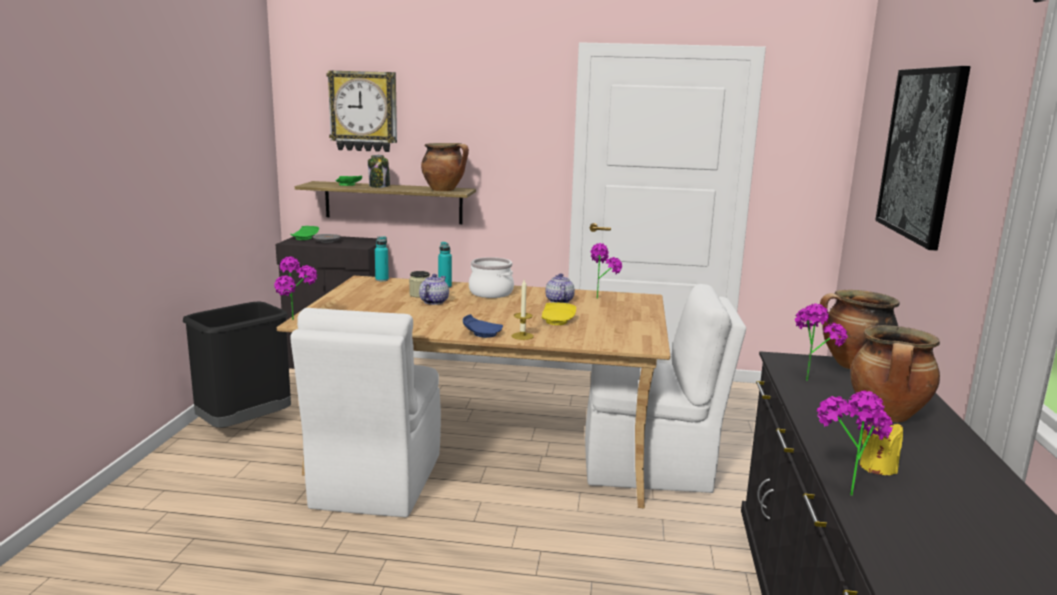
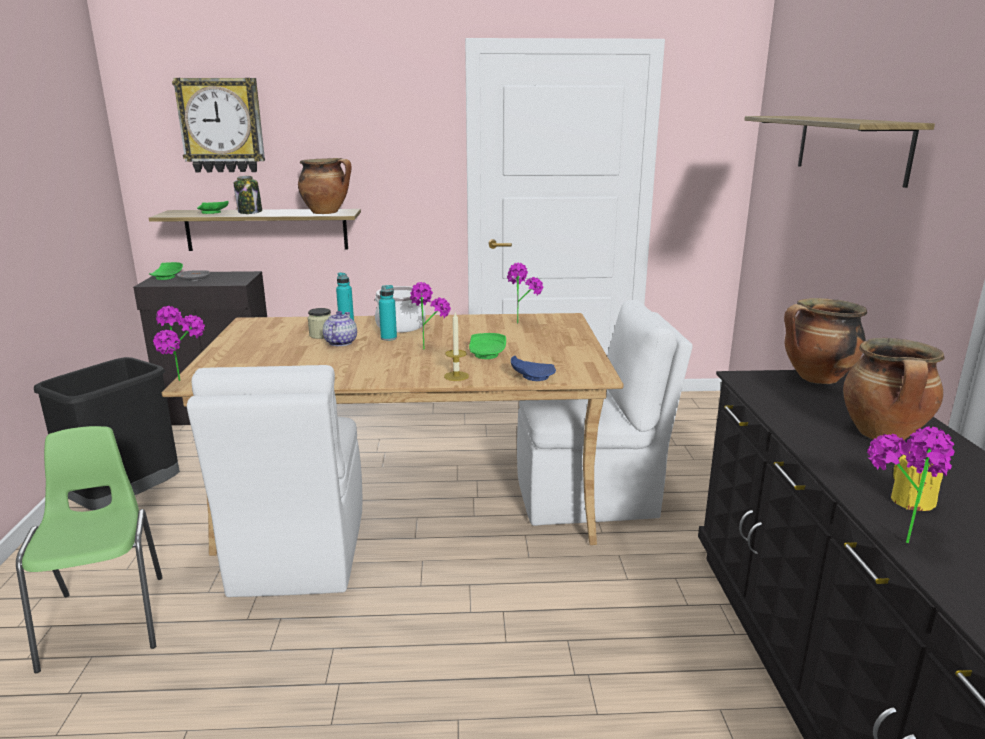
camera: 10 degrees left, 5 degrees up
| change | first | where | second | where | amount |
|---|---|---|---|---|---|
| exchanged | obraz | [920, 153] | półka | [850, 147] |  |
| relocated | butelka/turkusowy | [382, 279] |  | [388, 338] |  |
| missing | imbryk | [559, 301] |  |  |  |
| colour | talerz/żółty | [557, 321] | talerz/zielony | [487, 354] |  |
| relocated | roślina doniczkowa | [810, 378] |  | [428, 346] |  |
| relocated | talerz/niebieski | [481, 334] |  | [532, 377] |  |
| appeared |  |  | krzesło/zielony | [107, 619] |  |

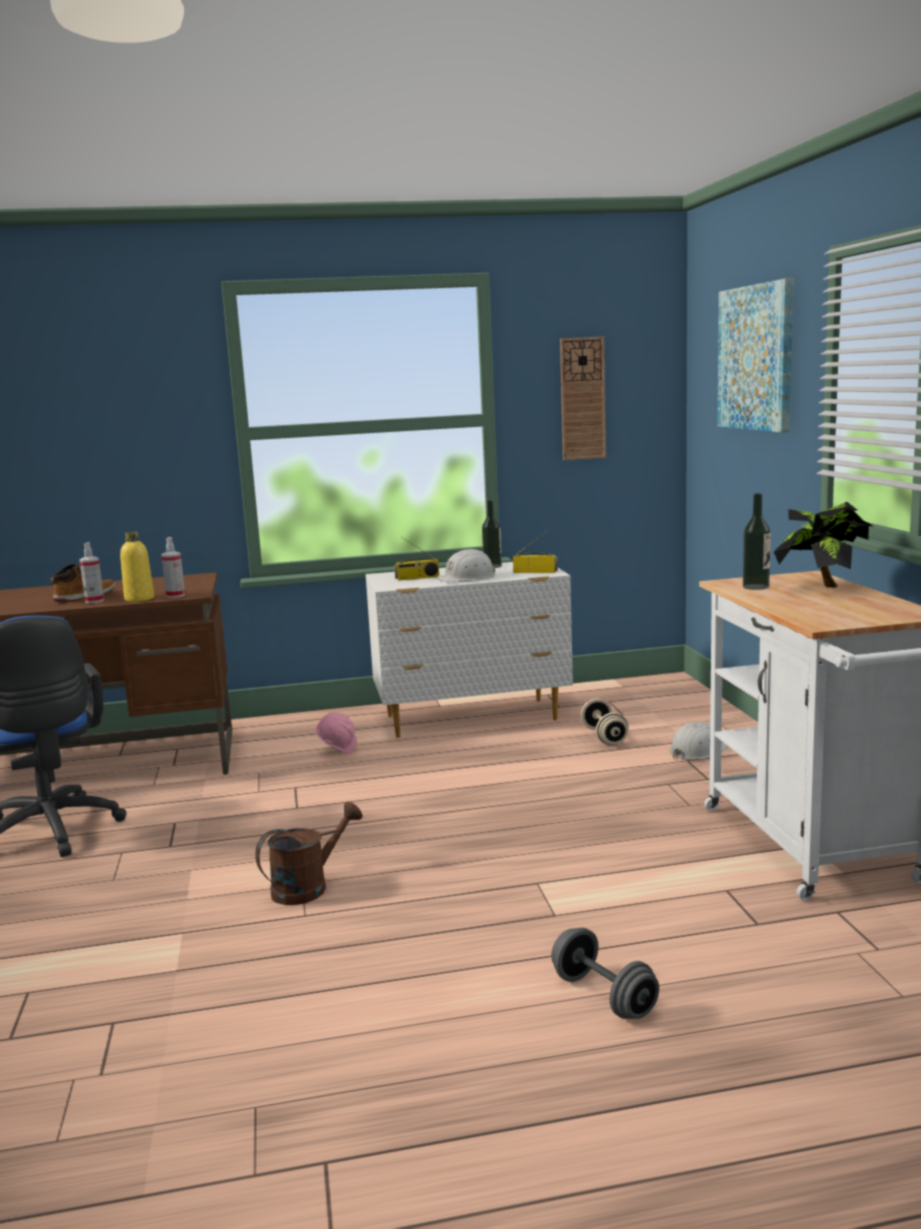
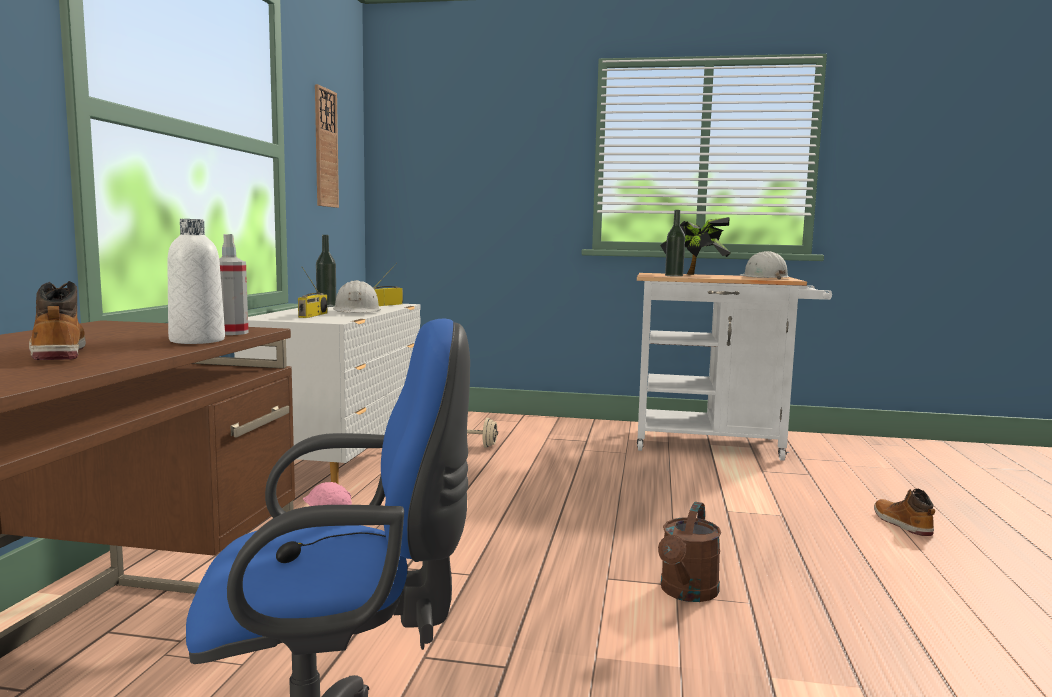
camera: 70 degrees left, 5 degrees down
| change | first | where | second | where | amount |
|---|---|---|---|---|---|
| missing | obraz | [756, 358] |  |  |  |
| colour | butelka/żółty | [139, 599] | butelka/biały | [197, 340] |  |
| missing | spryskiwacz | [94, 601] |  |  |  |
| relocated | kask/biały | [697, 751] |  | [763, 277] |  |
| spun | konewka/brązowy | [308, 887] |  | [686, 593] | 135 degrees counterclockwise |
| exchanged | hantel/szary | [604, 996] | but z cholewką | [901, 523] |  |

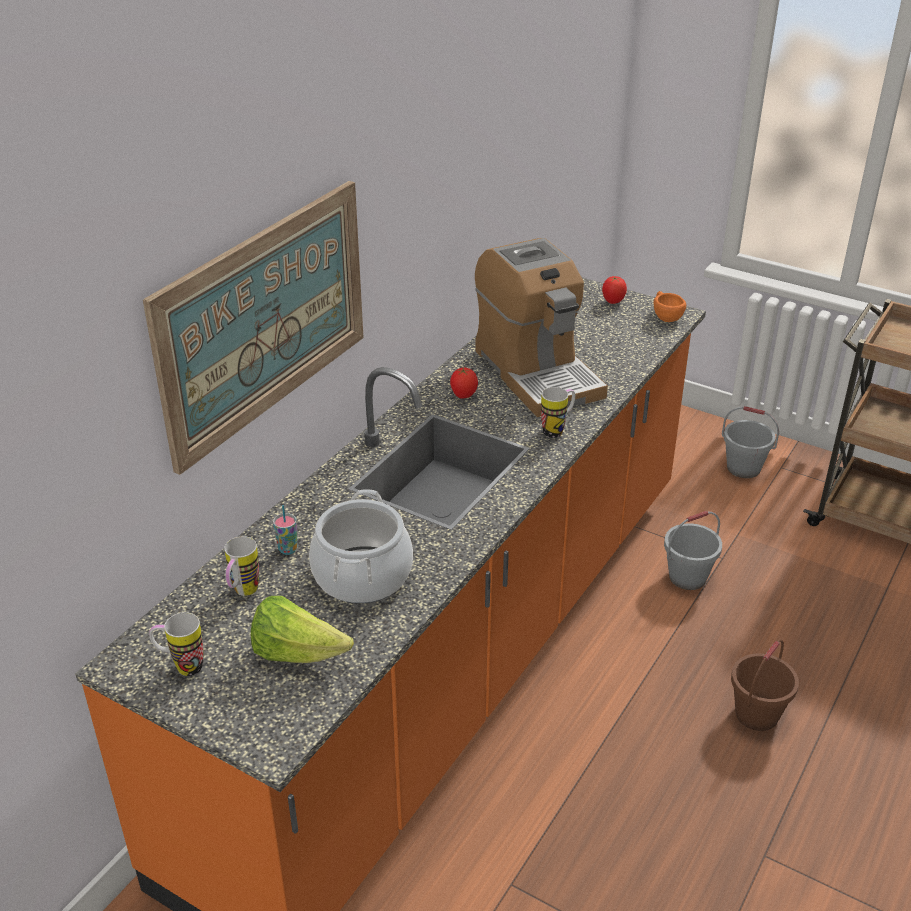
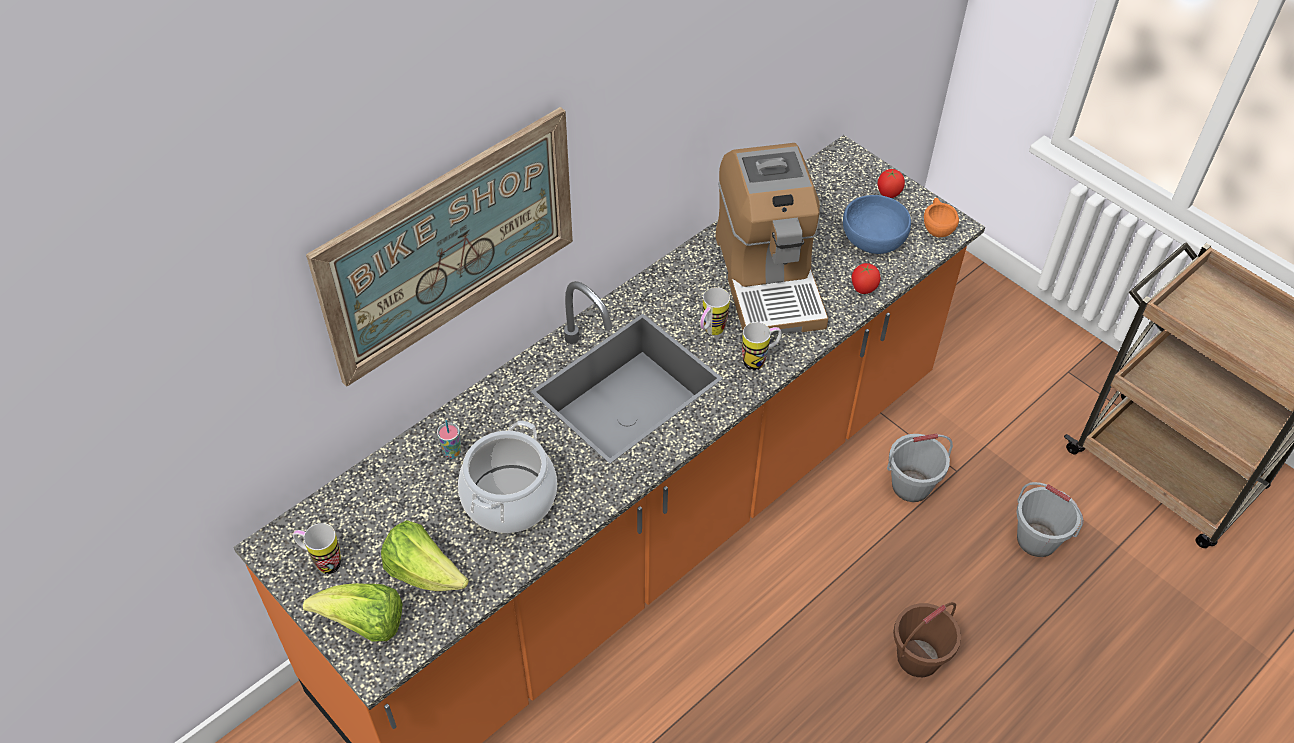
camera: 15 degrees right, 15 degrees up
| change | first | where | second | where | amount |
|---|---|---|---|---|---|
| relocated | pomidor | [463, 396] |  | [863, 289] |  |
| relocated | wiadro/szary | [743, 468] |  | [1037, 539] |  |
| relocated | kubek | [242, 593] |  | [710, 332] |  |
| appeared |  |  | miska/niebieski | [873, 240] |  |
| appeared |  |  | sałata | [364, 624] |  |

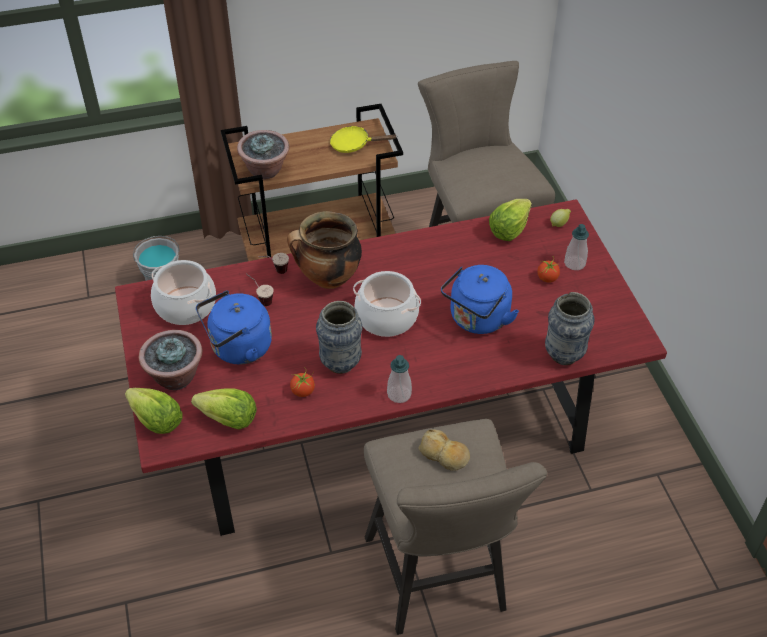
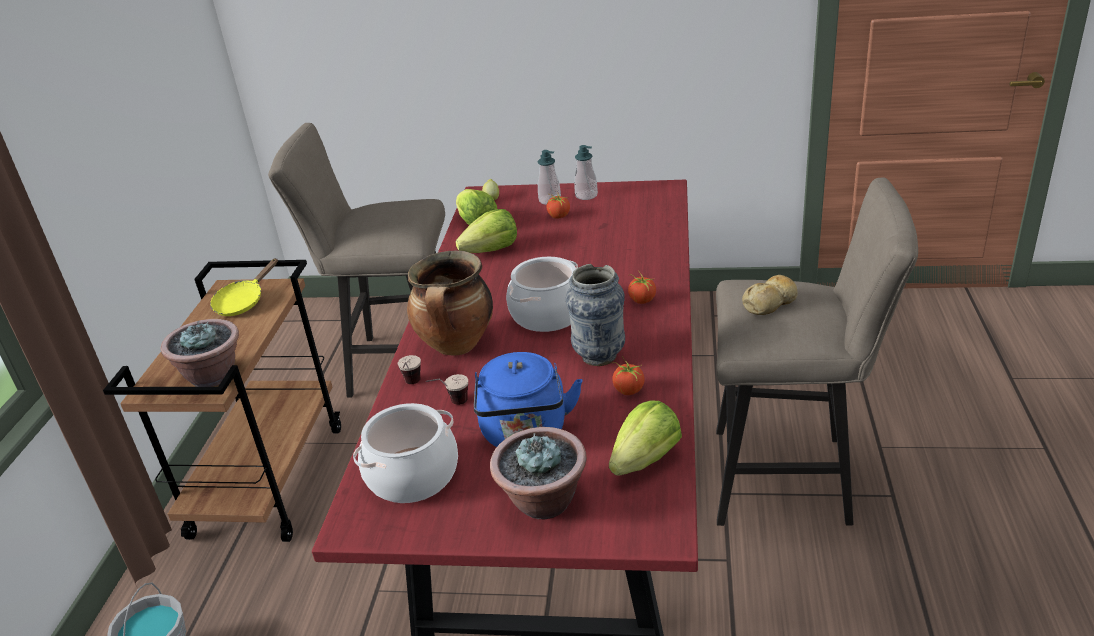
camera: 65 degrees left, 15 degrees down
| change | first | where | second | where | amount |
|---|---|---|---|---|---|
| missing | czajnik/niebieski | [477, 320] |  |  |  |
| missing | wazon | [564, 355] |  |  |  |
| relocated | dozownik mydła | [399, 394] |  | [586, 195] |  |
| relocated | sałata | [156, 421] |  | [492, 250] |  |
| appeared |  |  | pomidor | [642, 300] |  |

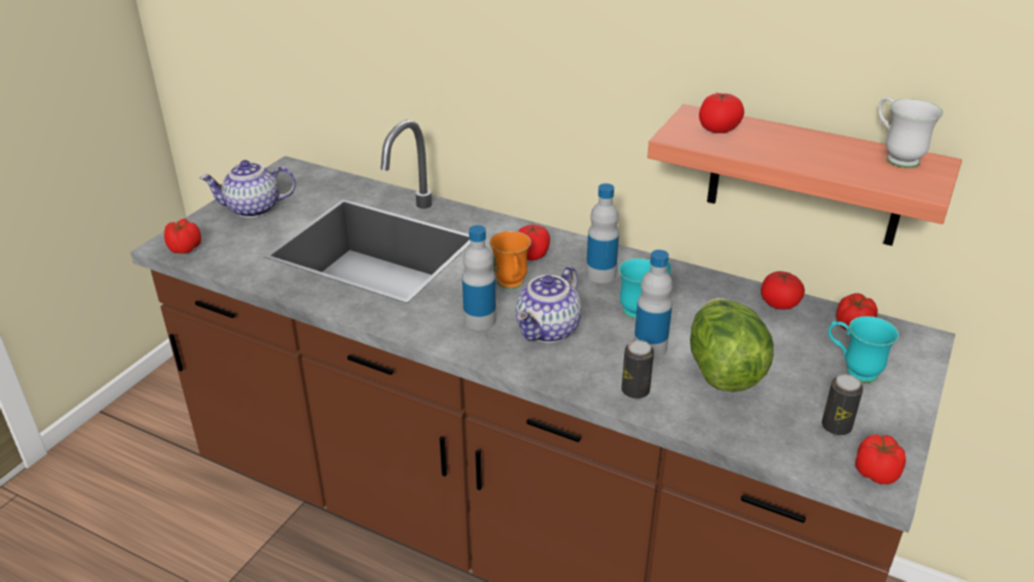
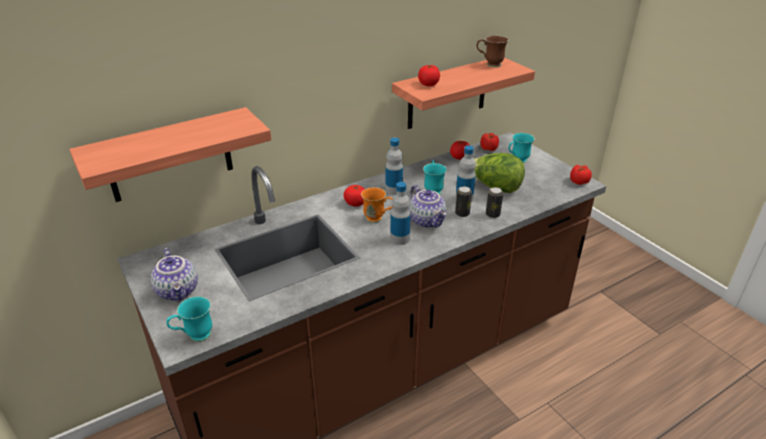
camera: 60 degrees left, 0 degrees up
| change | first | where | second | where | amount |
|---|---|---|---|---|---|
| colour | kubek/biały | [895, 157] | kubek/brązowy | [489, 64] |  |
| spun | imbryk | [253, 209] |  | [179, 291] | 45 degrees counterclockwise |
| exchanged | pomidor | [184, 248] | kubek/turkusowy | [194, 336] |  |
| relocated | puszka | [836, 426] |  | [462, 213] |  |
| appeared |  |  | półka | [170, 156] |  |

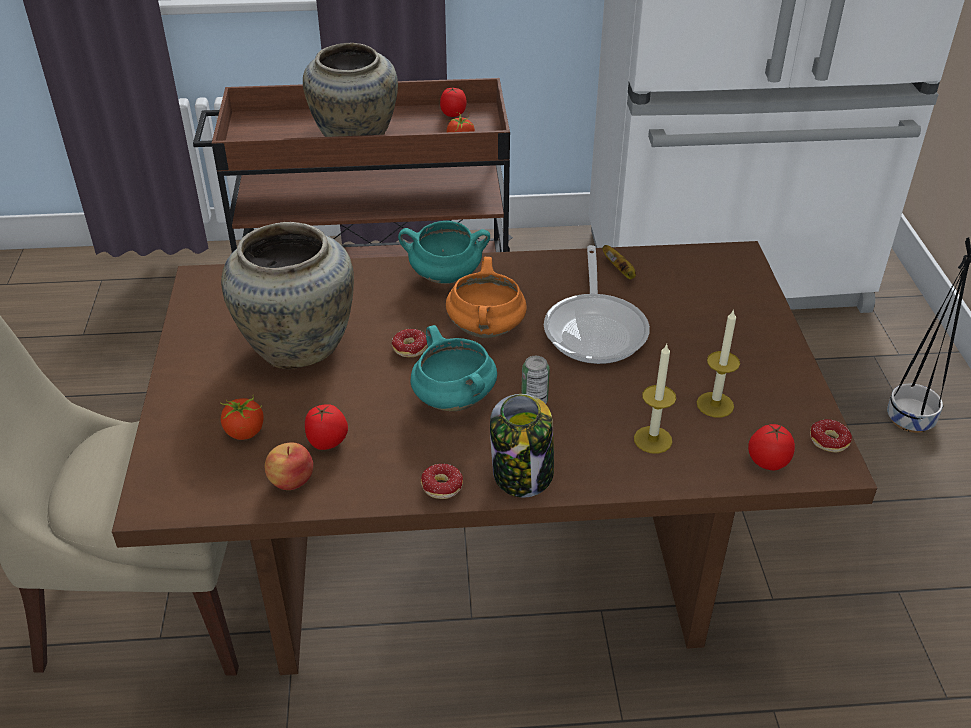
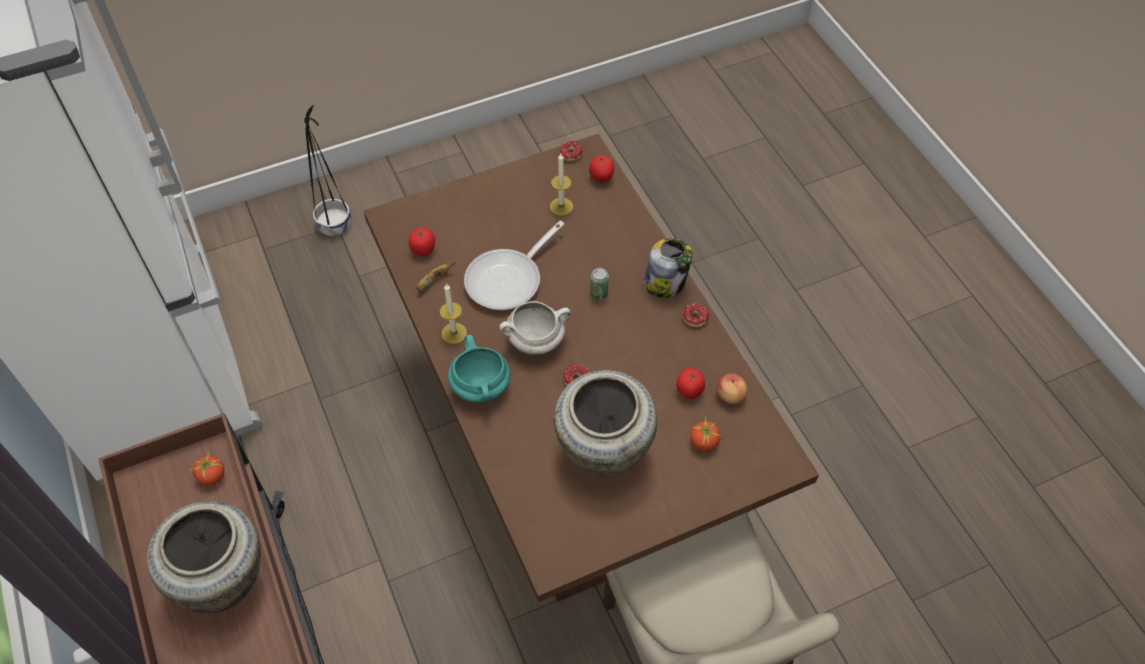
camera: 110 degrees left, 15 degrees up
| change | first | where | second | where | amount |
|---|---|---|---|---|---|
| relocated | pomidor | [453, 115] |  | [423, 250] |  |
| spun | patelnia | [596, 328] |  | [509, 279] | 150 degrees clockwise |
| colour | garnek/pomarańczowy | [487, 330] | garnek/biały | [536, 341] |  |
| missing | garnek/turkusowy | [452, 399] |  |  |  |
| relocated | świeca | [653, 440] |  | [454, 333] |  |

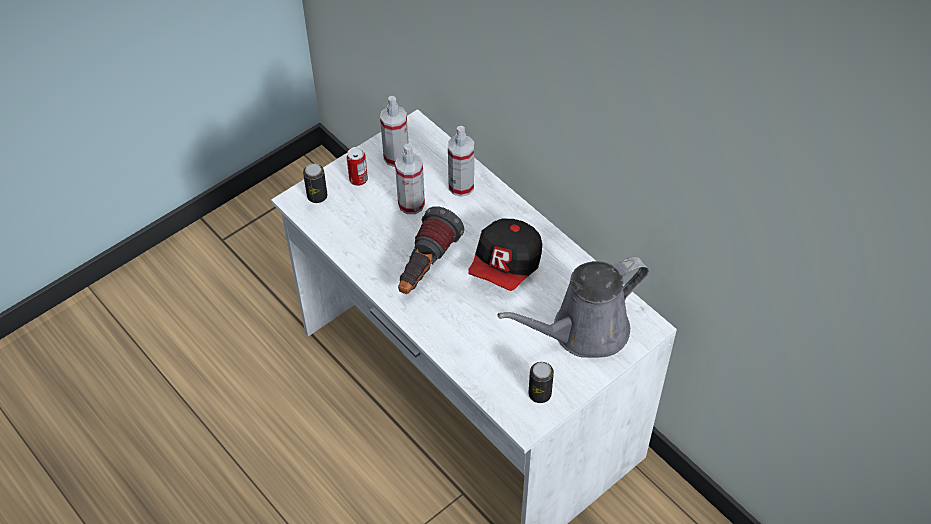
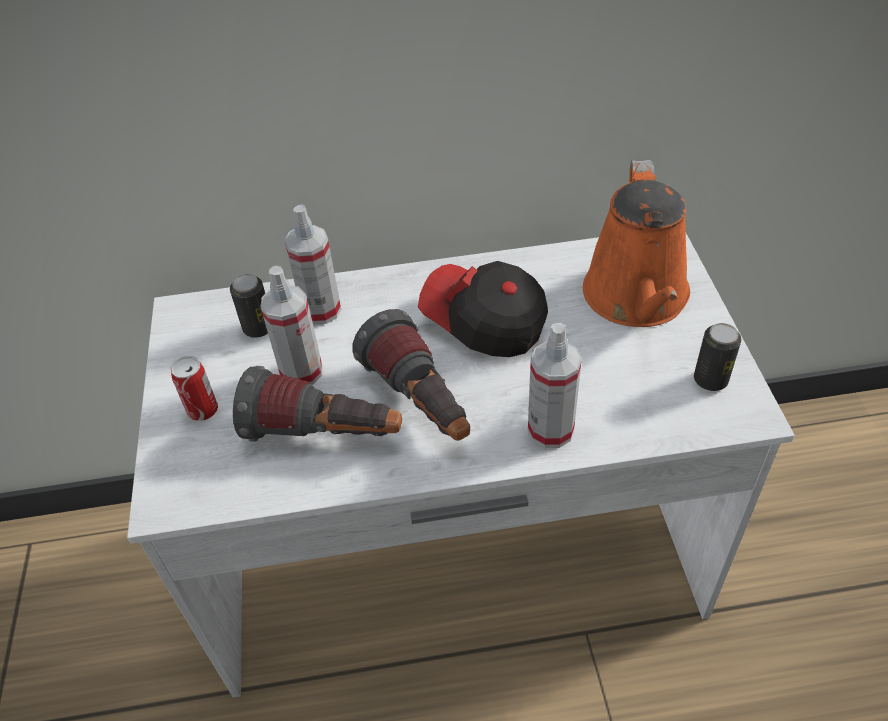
camera: 55 degrees left, 5 degrees down
| change | first | where | second | where | amount |
|---|---|---|---|---|---|
| relocated | spryskiwacz | [396, 157] |  | [550, 430] |  |
| relocated | puszka | [317, 196] |  | [258, 328] |  |
| spun | czapka z daszkiem | [506, 266] |  | [484, 323] | 150 degrees clockwise |
| colour | konewka/szary | [583, 331] | konewka/pomarańczowy | [637, 299] |  |
| appeared |  |  | latarka | [325, 435] |  |

